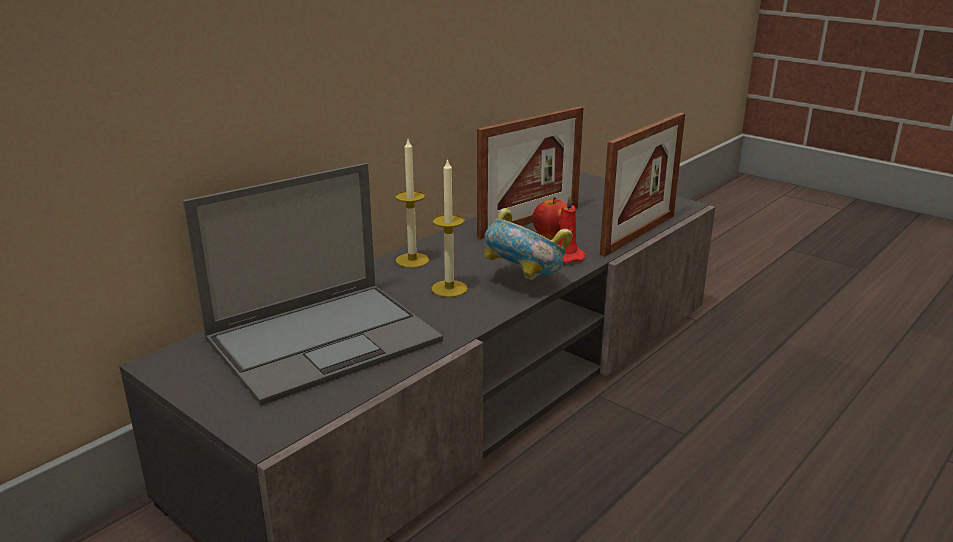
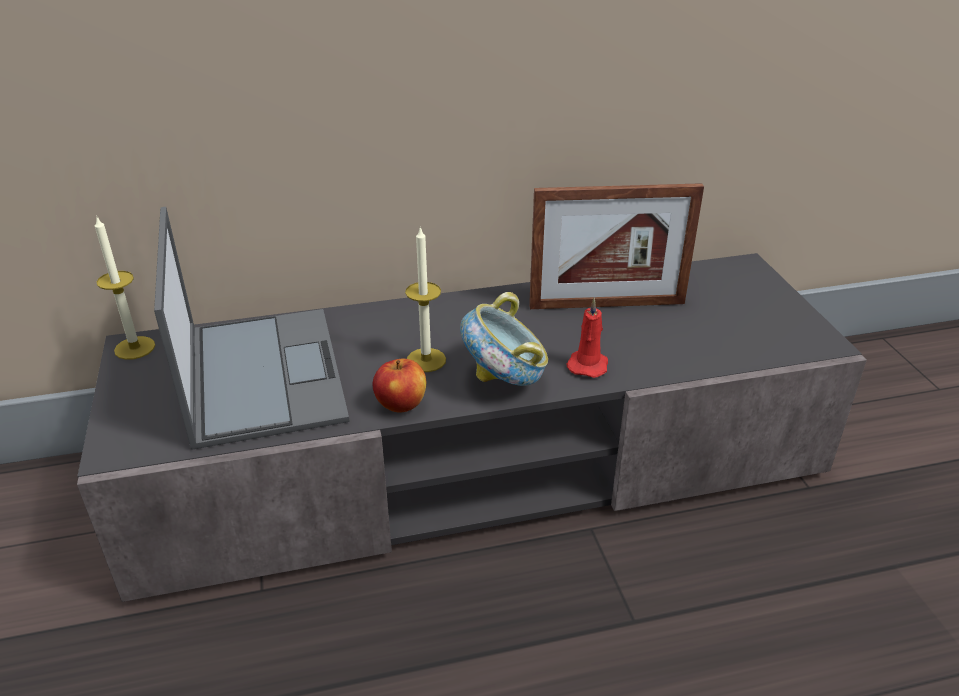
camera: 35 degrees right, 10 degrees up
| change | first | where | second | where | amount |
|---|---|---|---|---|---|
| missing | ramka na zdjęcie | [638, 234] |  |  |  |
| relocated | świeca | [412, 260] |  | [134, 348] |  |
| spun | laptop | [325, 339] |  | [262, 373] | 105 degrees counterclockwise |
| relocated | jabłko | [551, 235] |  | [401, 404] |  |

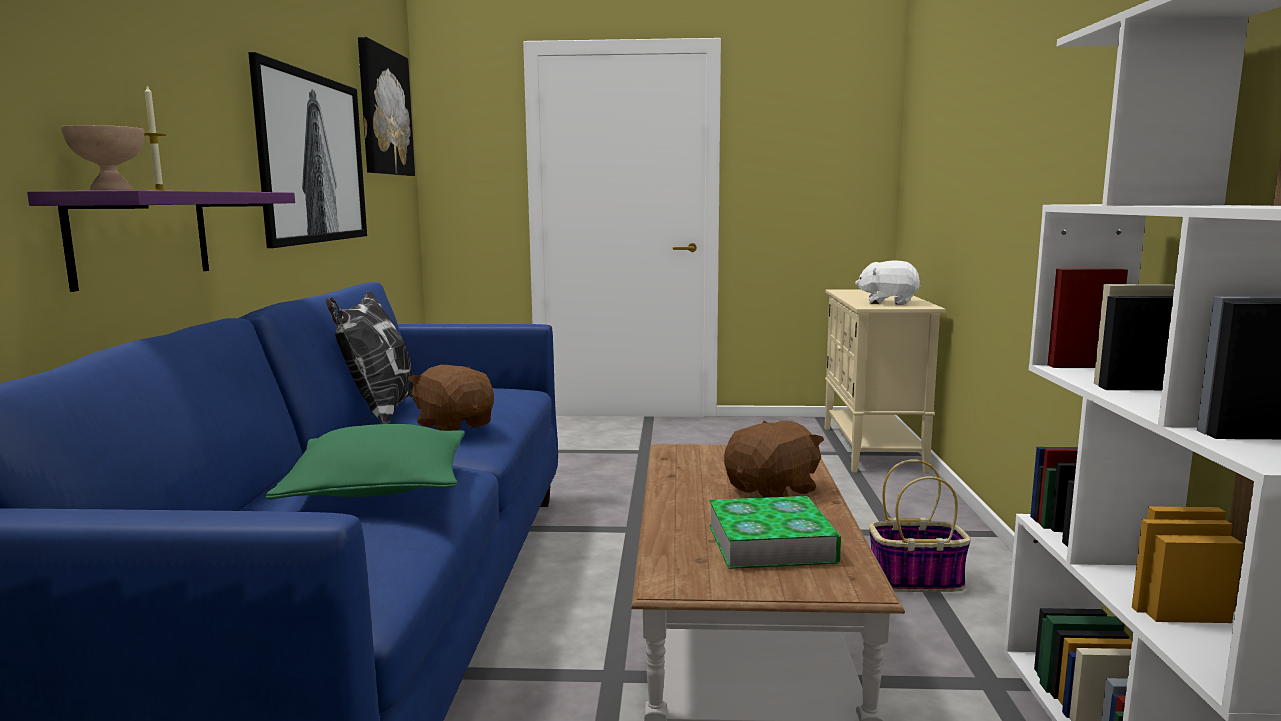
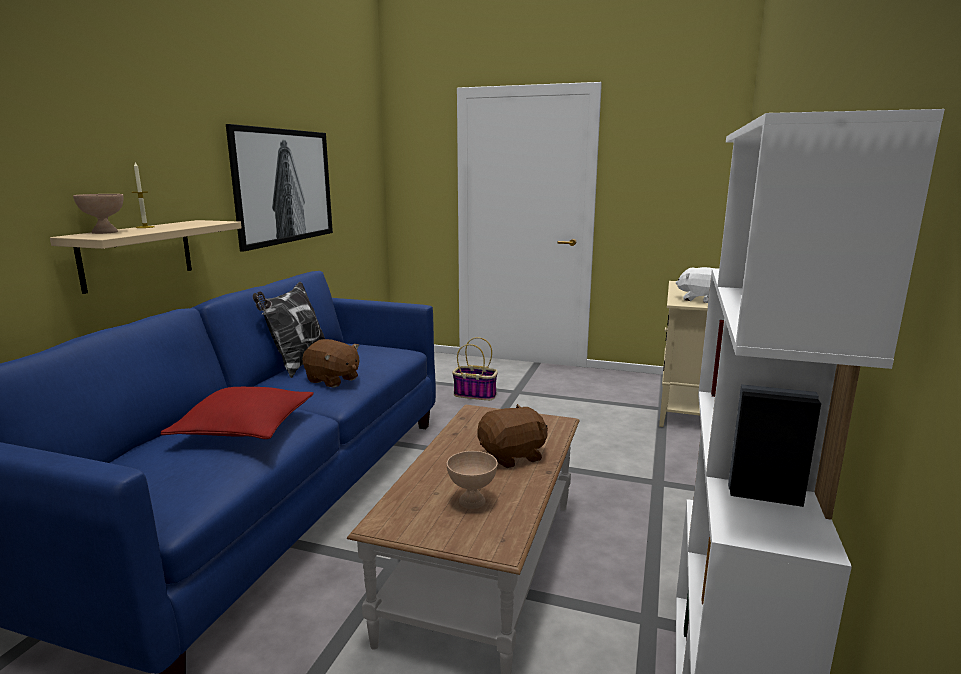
camera: 15 degrees right, 5 degrees up
| change | first | where | second | where | amount |
|---|---|---|---|---|---|
| missing | obraz | [384, 112] |  |  |  |
| colour | półka/fioletowy | [141, 236] | półka/beżowy | [137, 254] |  |
| spun | pluszak/brązowy | [455, 425] |  | [332, 380] | 150 degrees clockwise |
| colour | poduszka/zielony | [378, 486] | poduszka/czerwony | [244, 427] |  |
| relocated | koszyk | [916, 580] |  | [476, 394] |  |
| exchanged | książka | [771, 543] | miska/beżowy | [473, 501] |  |

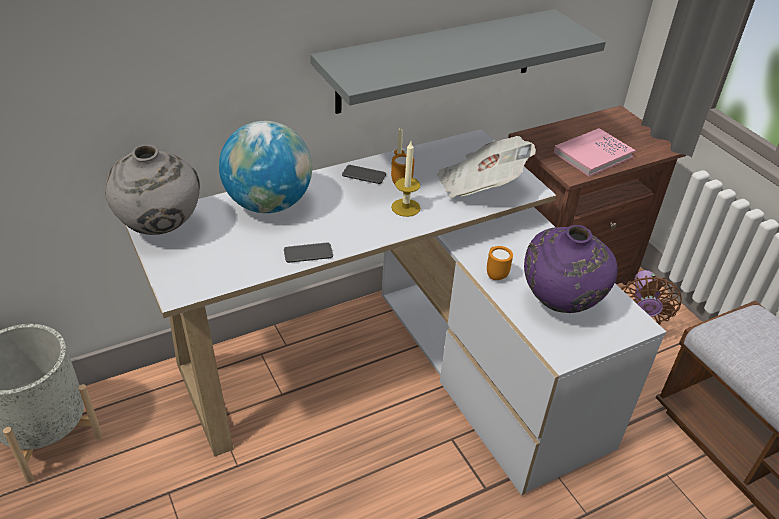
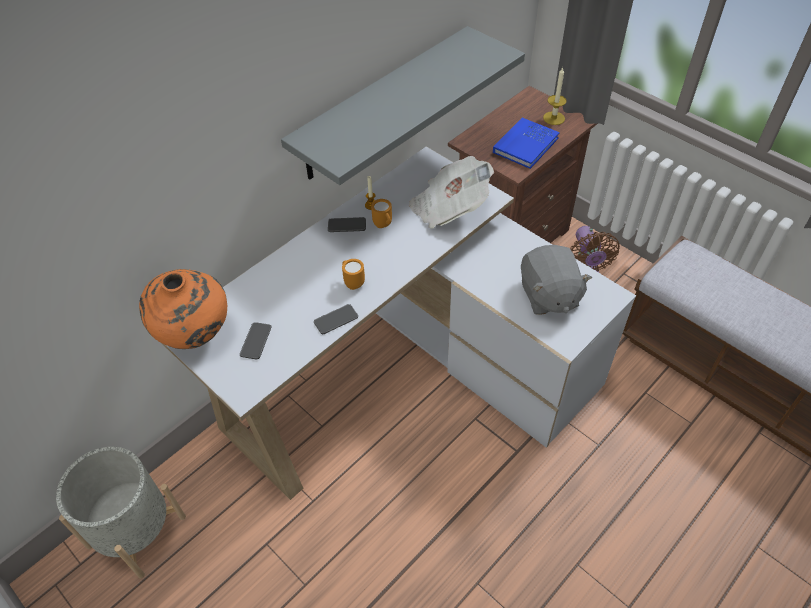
camera: 15 degrees left, 10 degrees up
| change | first | where | second | where | amount |
|---|---|---|---|---|---|
| missing | globus | [268, 204] |  |  |  |
| colour | książka/różowy | [593, 155] | książka/niebieski | [525, 145] |  |
| relocated | świeca | [405, 207] |  | [554, 118] |  |
| colour | wazon/szary | [161, 229] | wazon/pomarańczowy | [196, 335] |  |
| exchanged | wazon/fioletowy | [560, 303] | pluszak/szary | [548, 296] |  |
| relocated | kubek/pomarańczowy | [495, 274] |  | [352, 282] |  |
| appeared |  |  | telefon | [256, 341] |  |

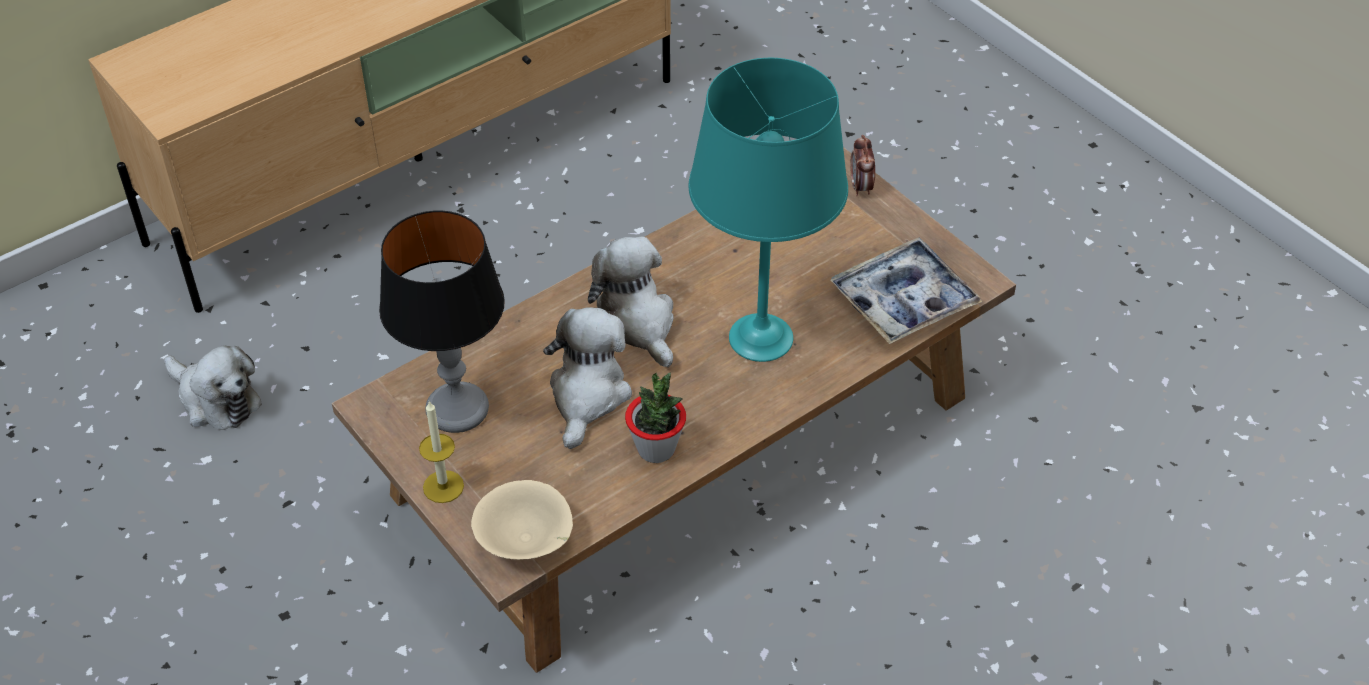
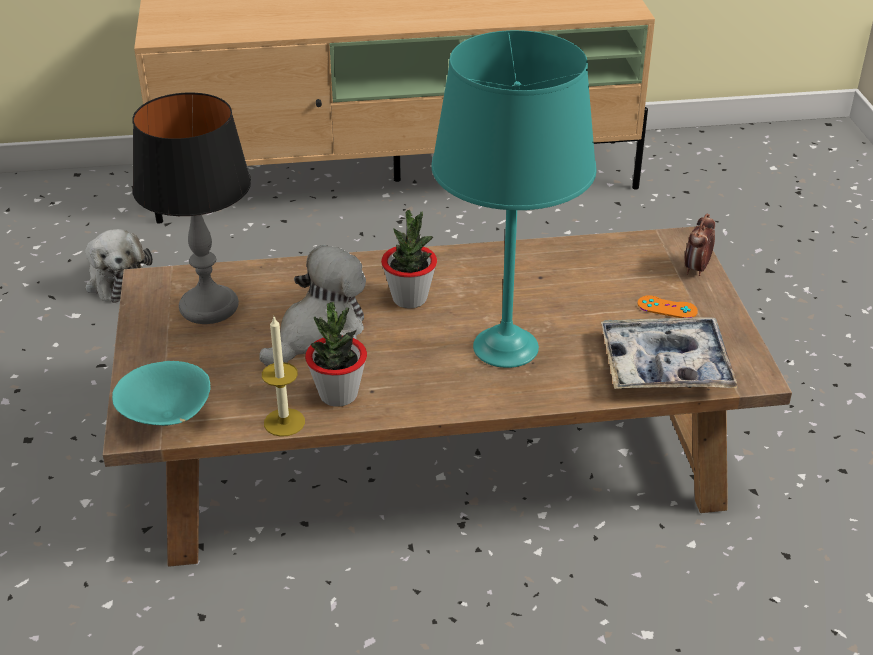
camera: 30 degrees right, 10 degrees down
| change | first | where | second | where | amount |
|---|---|---|---|---|---|
| exchanged | pluszak | [638, 322] | roślina doniczkowa | [410, 299] |  |
| relocated | świeca | [443, 486] |  | [284, 422] |  |
| colour | miska/beżowy | [526, 542] | miska/turkusowy | [167, 420] |  |
| appeared |  |  | pad do gier/pomarańczowy | [667, 307] |  |

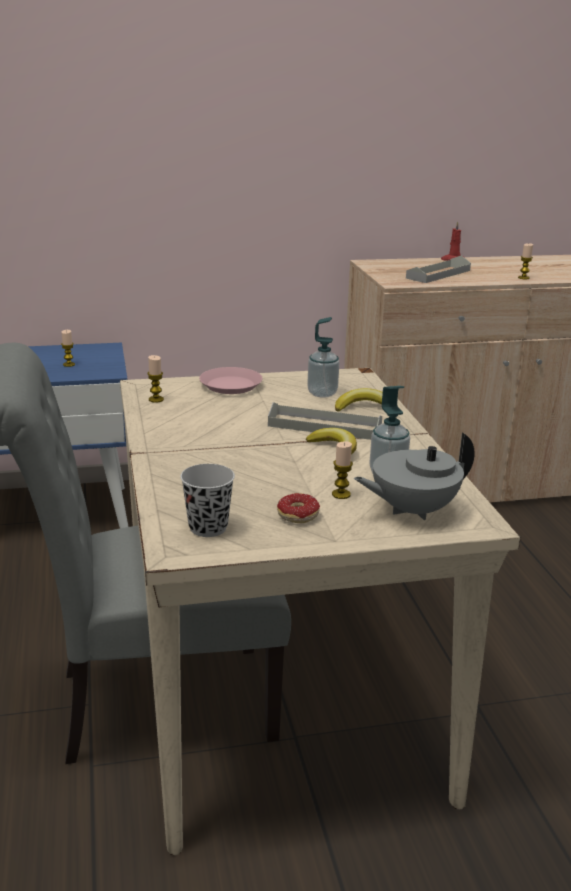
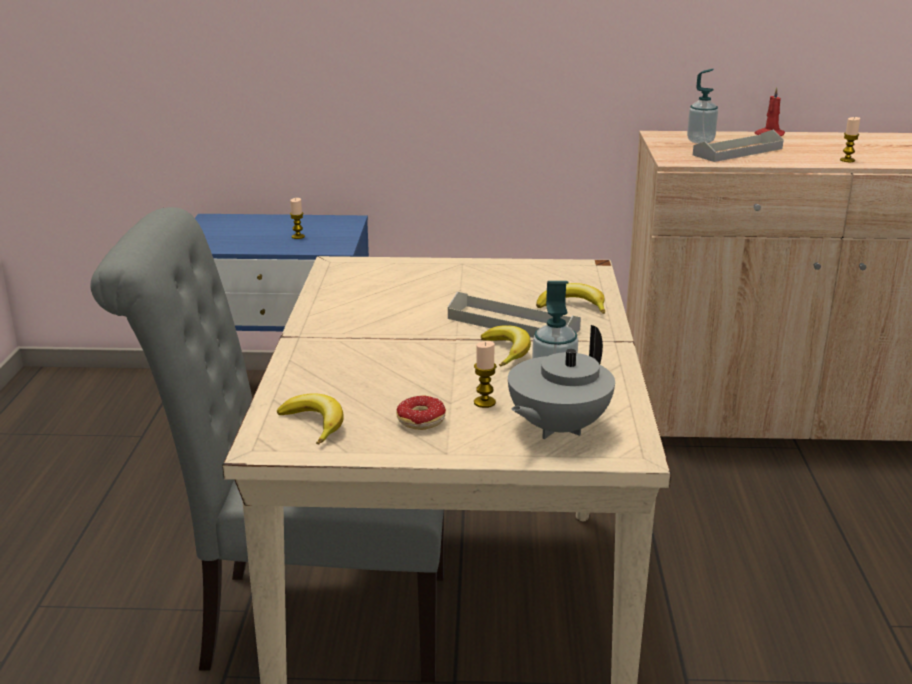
camera: 15 degrees right, 0 degrees up
| change | first | where | second | where | amount |
|---|---|---|---|---|---|
| relocated | dozownik mydła | [322, 393] |  | [700, 141] |  |
| missing | świeca | [156, 399] |  |  |  |
| missing | talerz/różowy | [231, 385] |  |  |  |
| spun | imbryk/szary | [412, 510] |  | [556, 428] | 45 degrees counterclockwise |
| exchanged | filiżanka/czarny | [208, 528] | banan | [315, 424] |  |

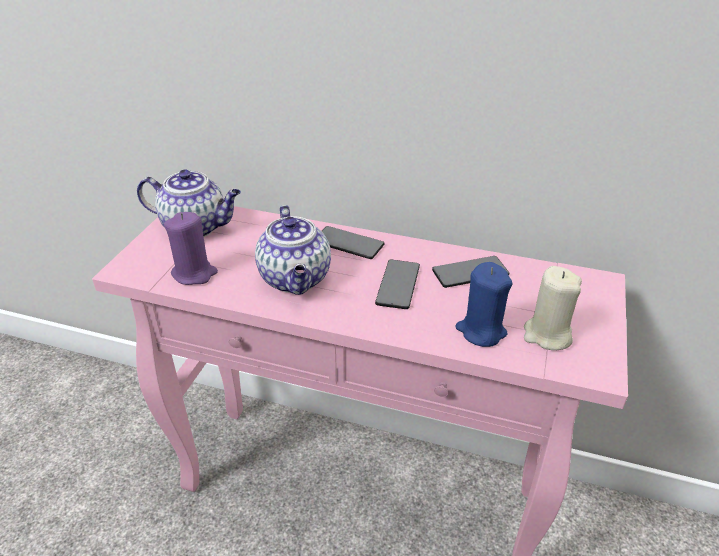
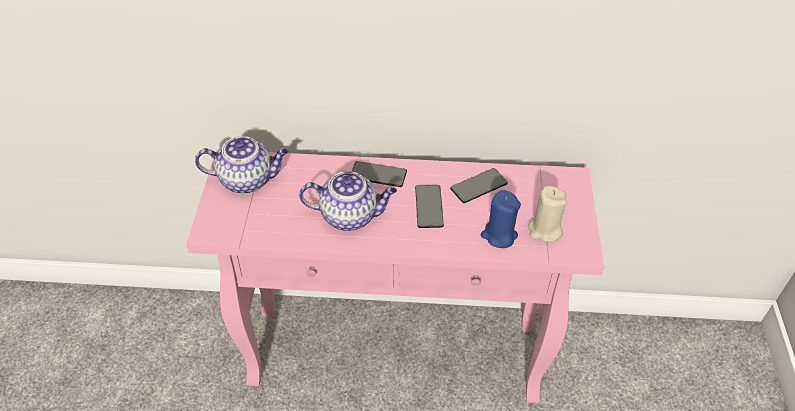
camera: 15 degrees left, 10 degrees up
| change | first | where | second | where | amount |
|---|---|---|---|---|---|
| spun | imbryk | [296, 279] |  | [350, 216] | 60 degrees counterclockwise |
| missing | świeca/fioletowy | [194, 273] |  |  |  |

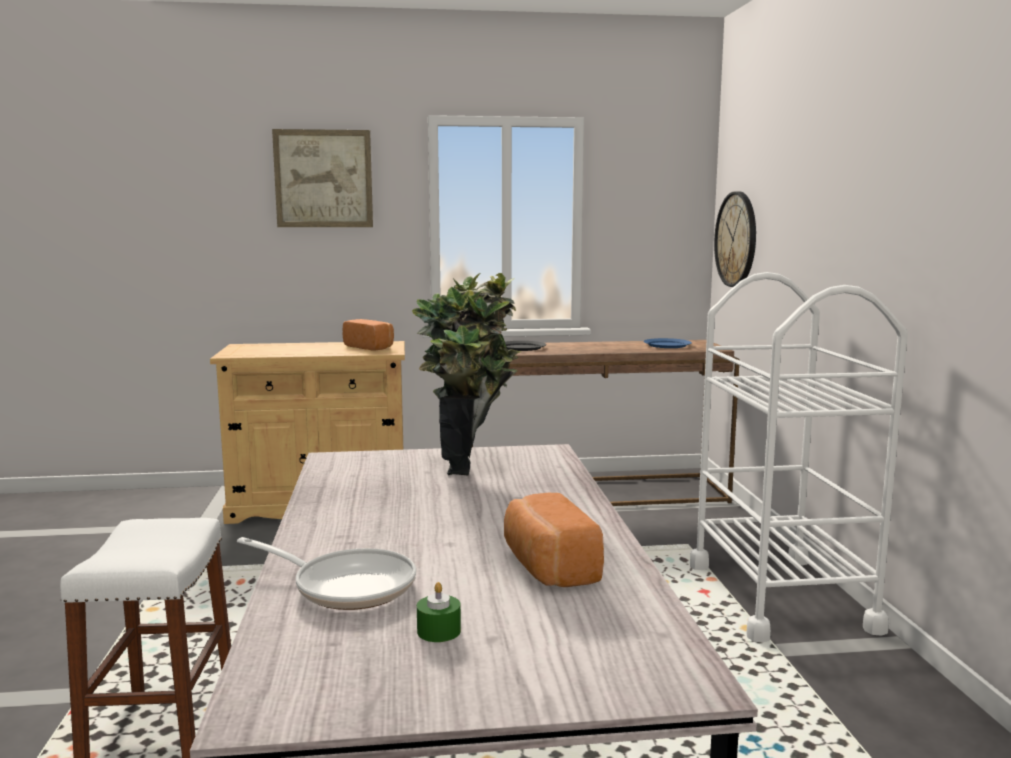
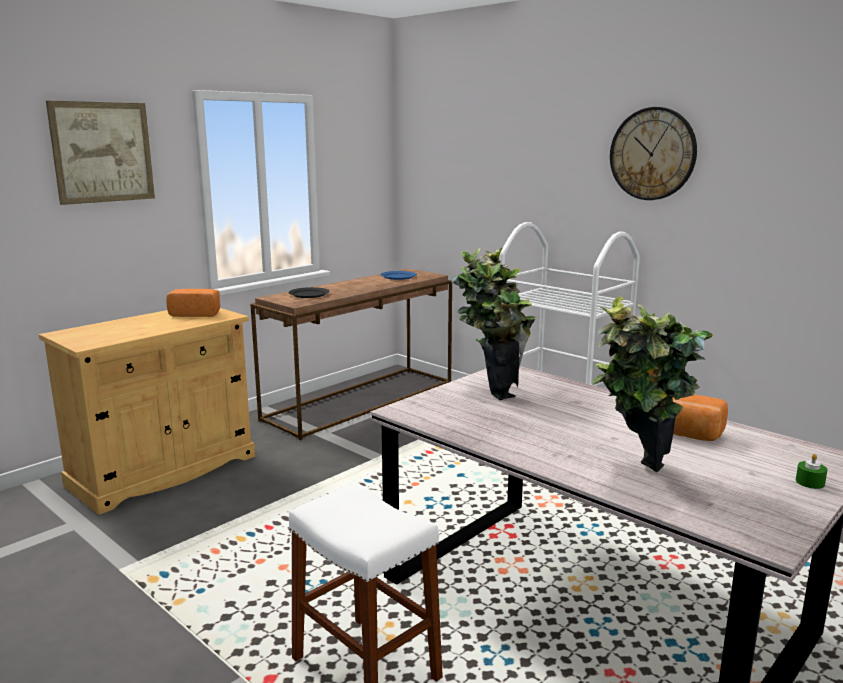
camera: 40 degrees left, 5 degrees up
| change | first | where | second | where | amount |
|---|---|---|---|---|---|
| relocated | zegar ścienny | [736, 239] |  | [652, 154] |  |
| exchanged | patelnia | [346, 586] | roślina doniczkowa | [637, 477] |  |
| relocated | świeca/zielony | [439, 631] |  | [810, 482] |  |

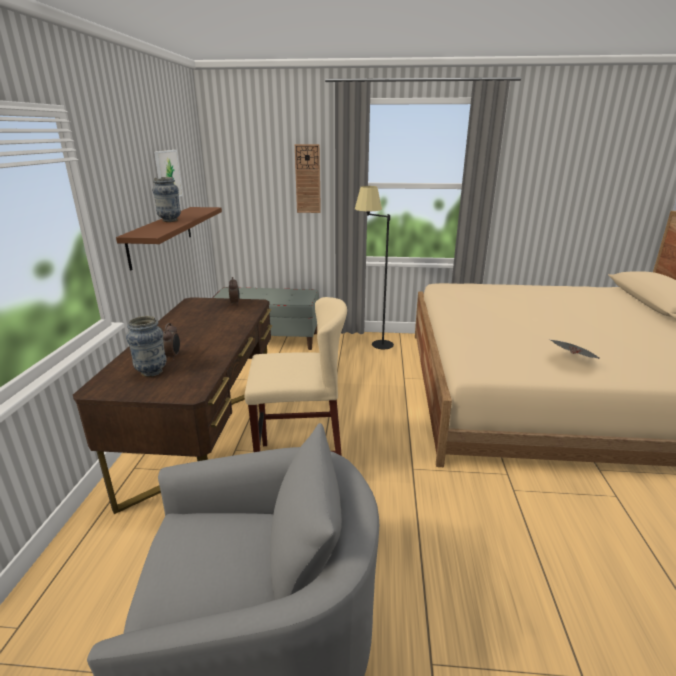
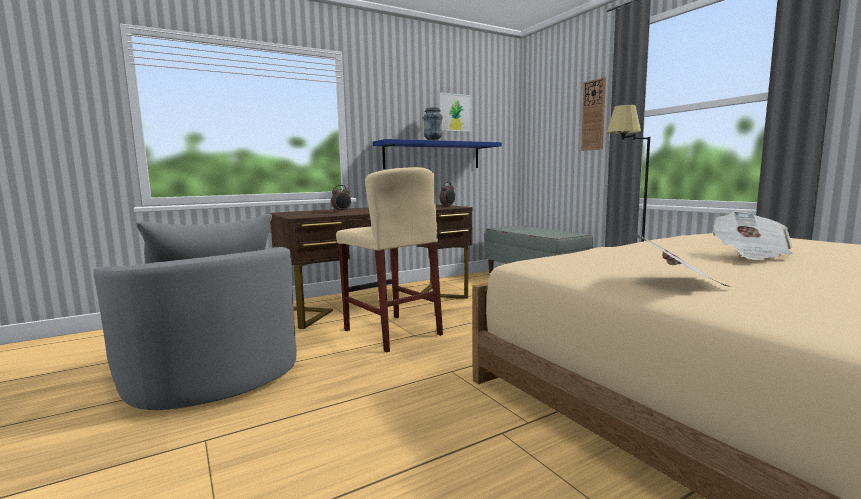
camera: 55 degrees right, 15 degrees down
| change | first | where | second | where | amount |
|---|---|---|---|---|---|
| colour | półka/brązowy | [161, 235] | półka/niebieski | [433, 155] |  |
| missing | wazon | [152, 372] |  |  |  |
| appeared |  |  | gazeta | [749, 253] |  |

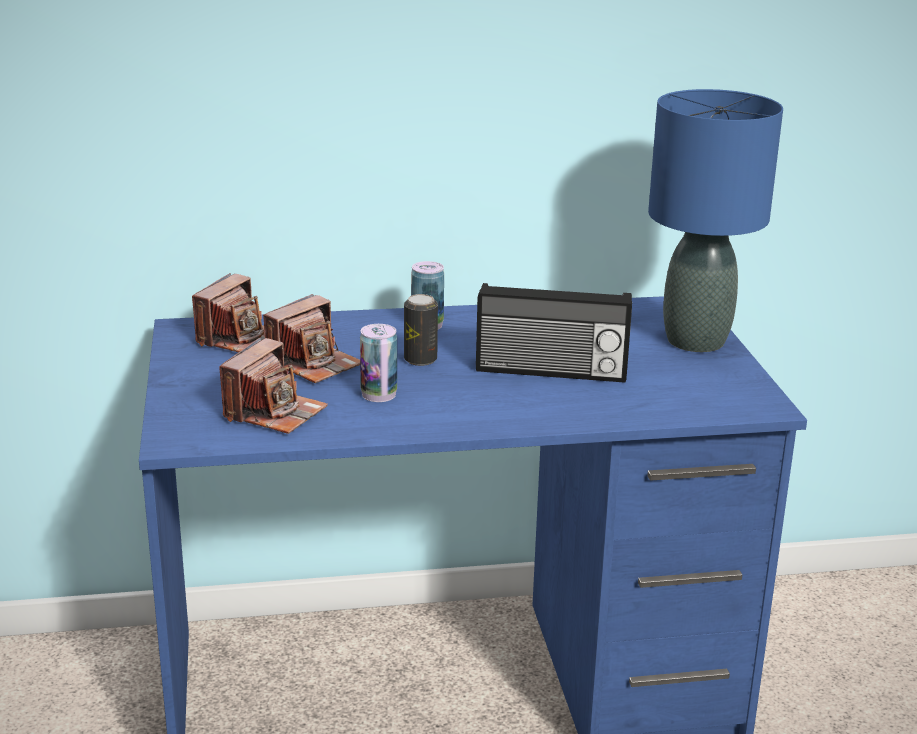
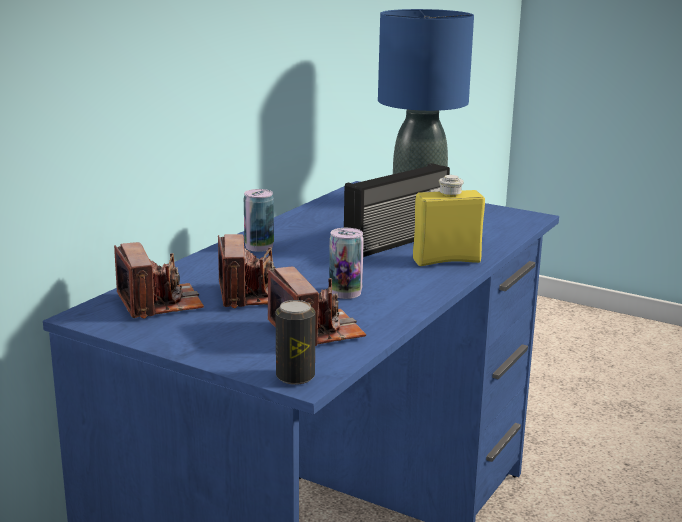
camera: 50 degrees left, 5 degrees down
| change | first | where | second | where | amount |
|---|---|---|---|---|---|
| relocated | puszka | [420, 360] |  | [295, 377] |  |
| appeared |  |  | butelka/żółty | [446, 261] |  |

